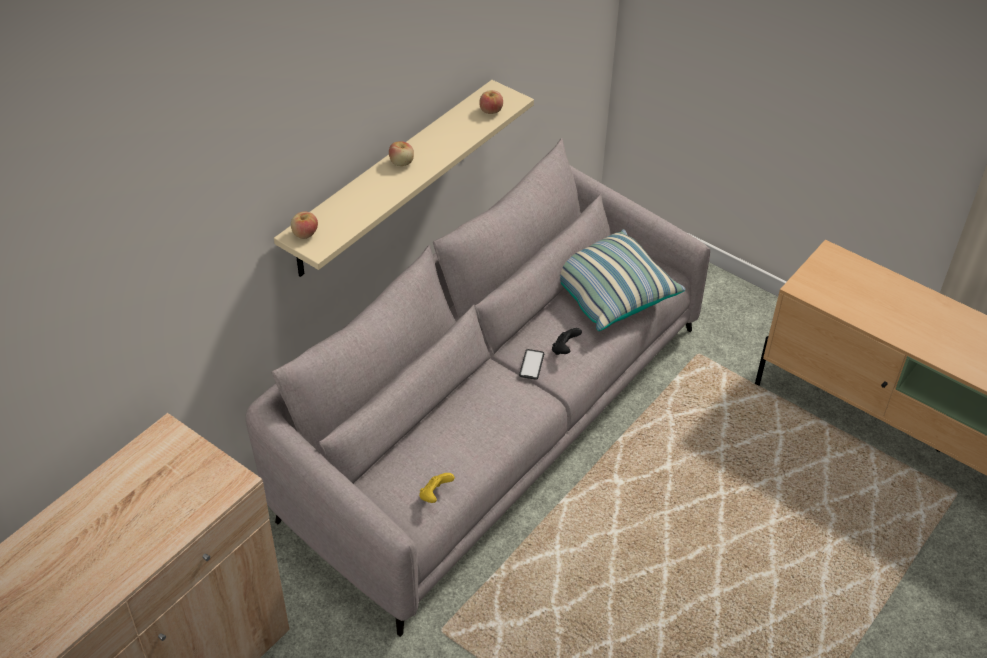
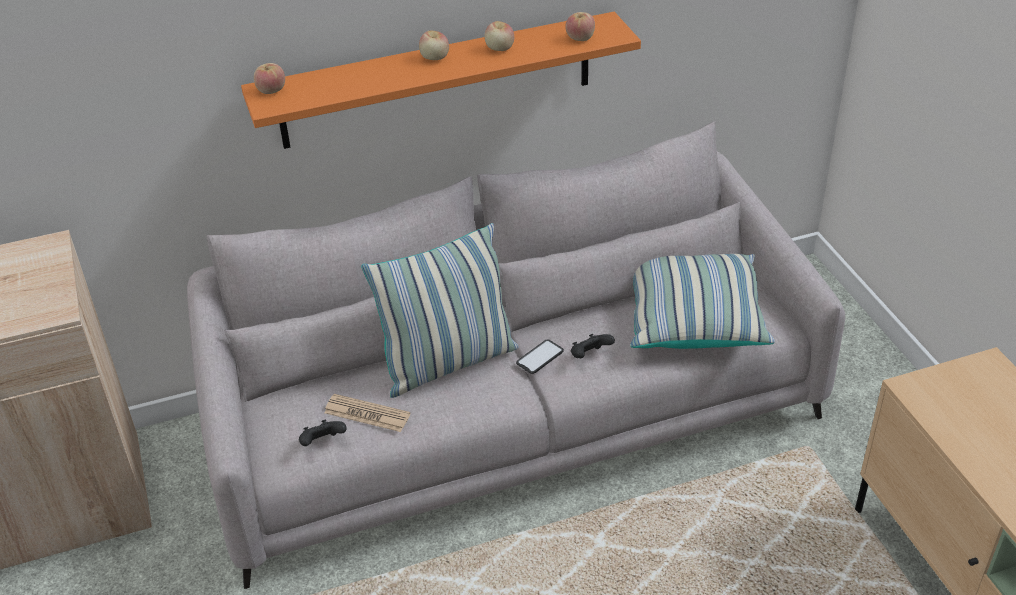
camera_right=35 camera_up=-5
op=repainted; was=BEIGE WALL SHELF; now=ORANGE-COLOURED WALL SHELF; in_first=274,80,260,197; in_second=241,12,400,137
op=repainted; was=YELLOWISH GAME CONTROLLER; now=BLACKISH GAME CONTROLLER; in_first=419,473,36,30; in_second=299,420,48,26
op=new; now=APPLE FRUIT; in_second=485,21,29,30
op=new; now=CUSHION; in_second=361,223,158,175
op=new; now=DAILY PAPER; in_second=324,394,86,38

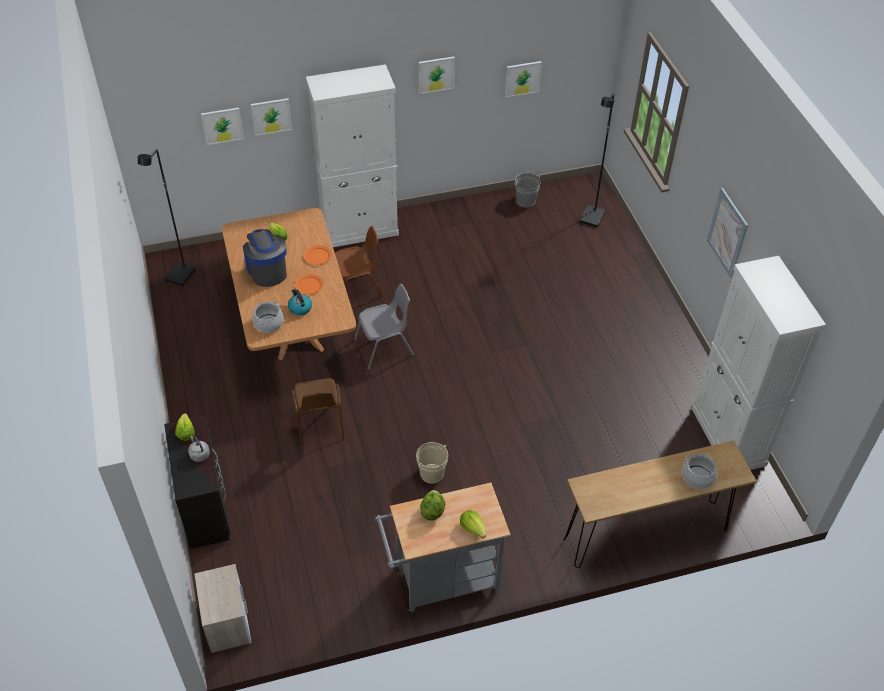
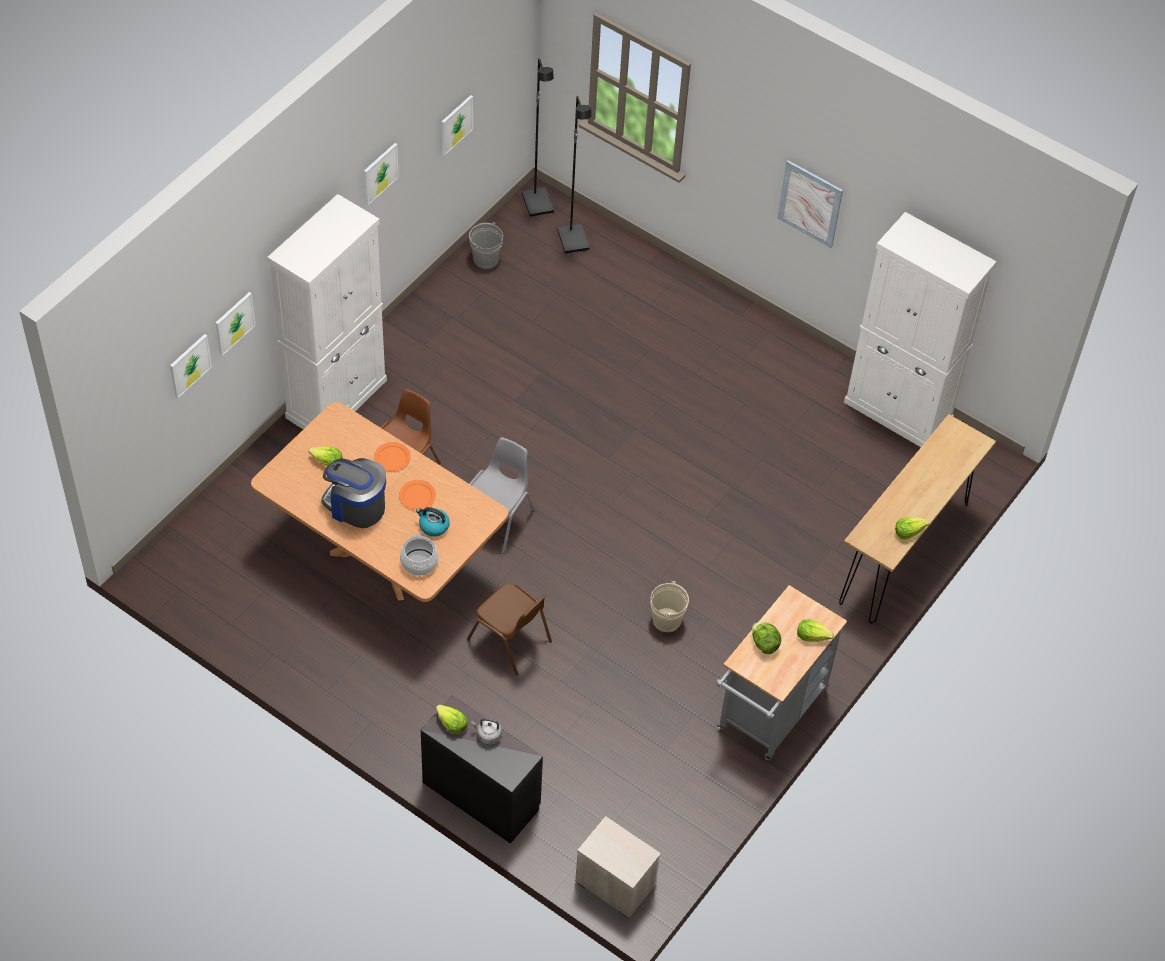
camera_right=-40 camera_up=5
op=shifted; was=BLACKISH FLOOR LAMP; in_first=138,149,58,137; in_second=522,59,32,158
op=gone; was=COOKING POT; in_first=682,453,35,36
op=new; now=LETTUCE; in_second=895,517,34,23

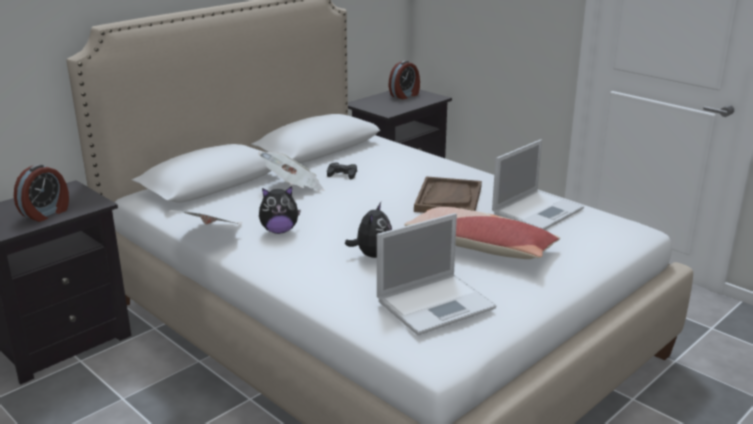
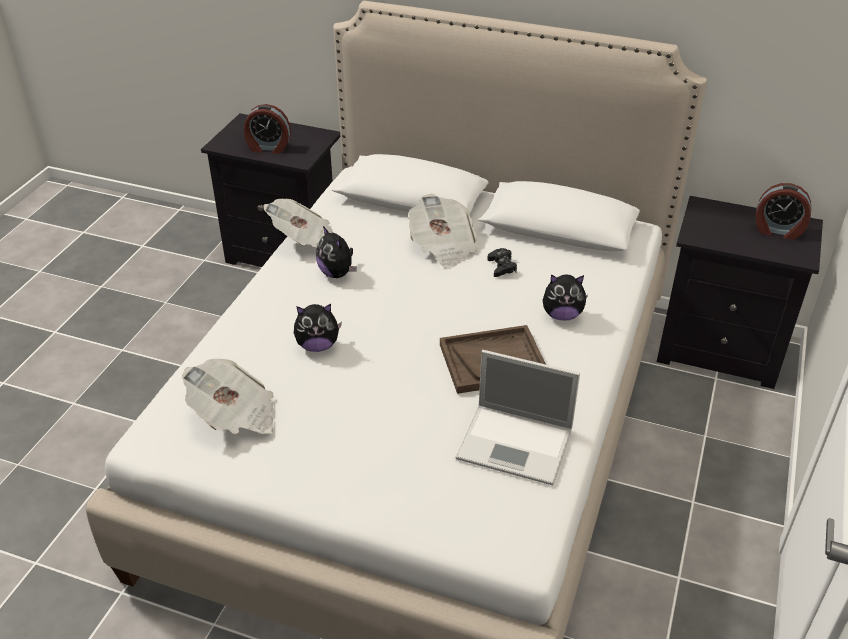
camera_right=65 camera_up=15
op=gone; was=CUSHION; in_first=404,207,156,52
op=swapped; was=PORTABLE COMPUTER; now=DAILY PAPER; in_first=377,213,120,122; in_second=182,359,92,75
op=new; now=PLUSH TOY; in_second=543,274,45,47

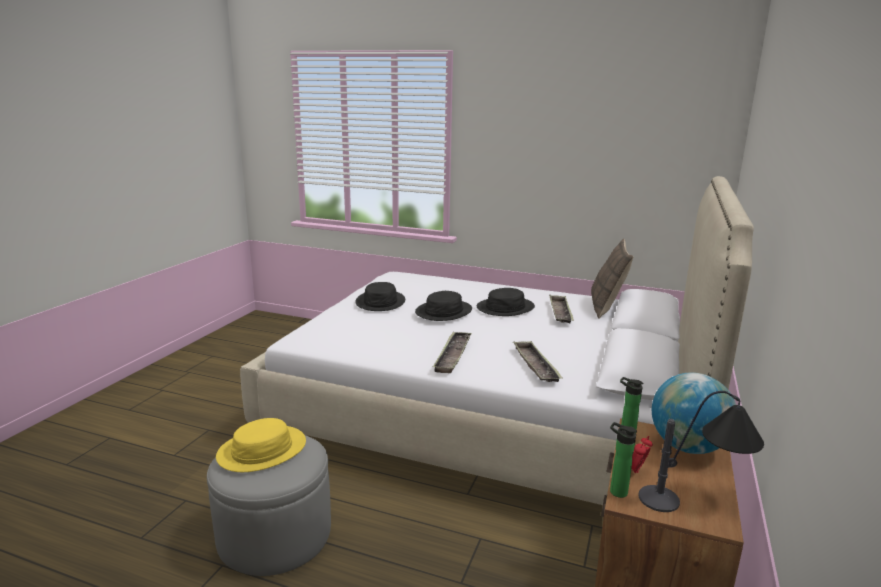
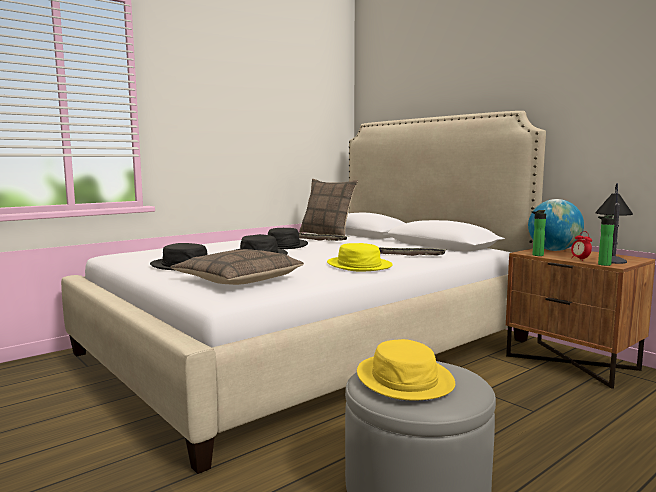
camera_right=-60 camera_up=-10
op=swapped; was=TRAY; now=YELLOWISH WEARABLE HAT; in_first=433,331,39,42; in_second=327,243,66,29
op=new; now=CUSHION; in_second=171,249,133,36

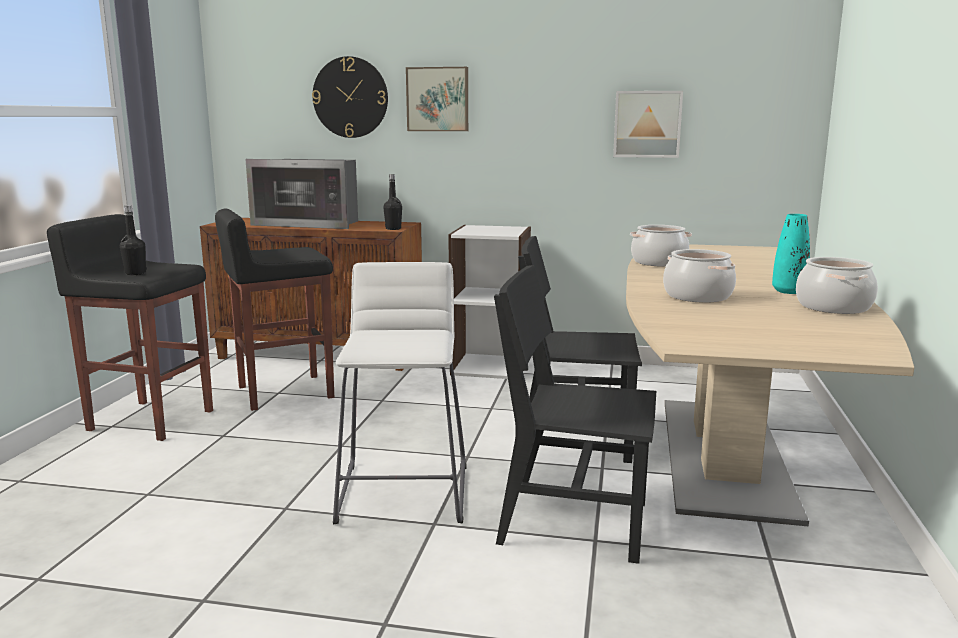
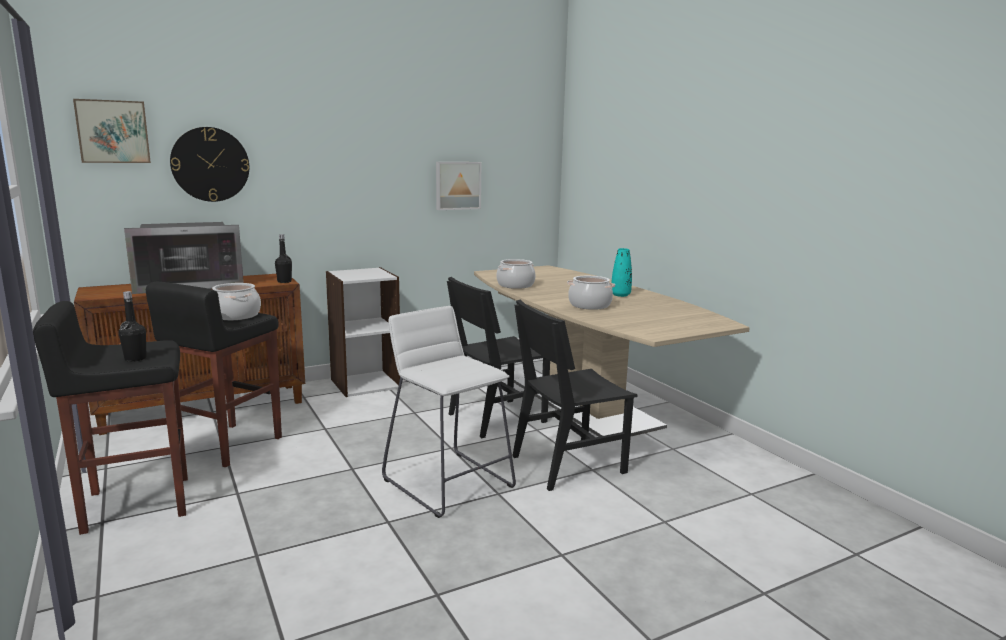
camera_right=-40 camera_up=0
op=shifted; was=PICTURE; in_first=406,67,62,64; in_second=73,99,78,64
op=shifted; was=COOKING POT; in_first=796,257,82,57; in_second=212,283,49,37

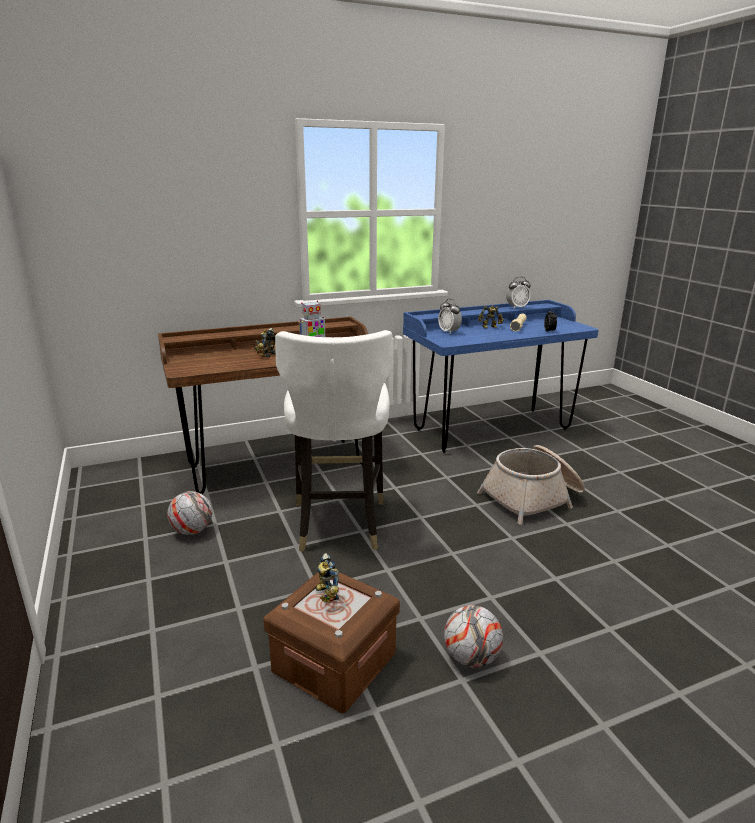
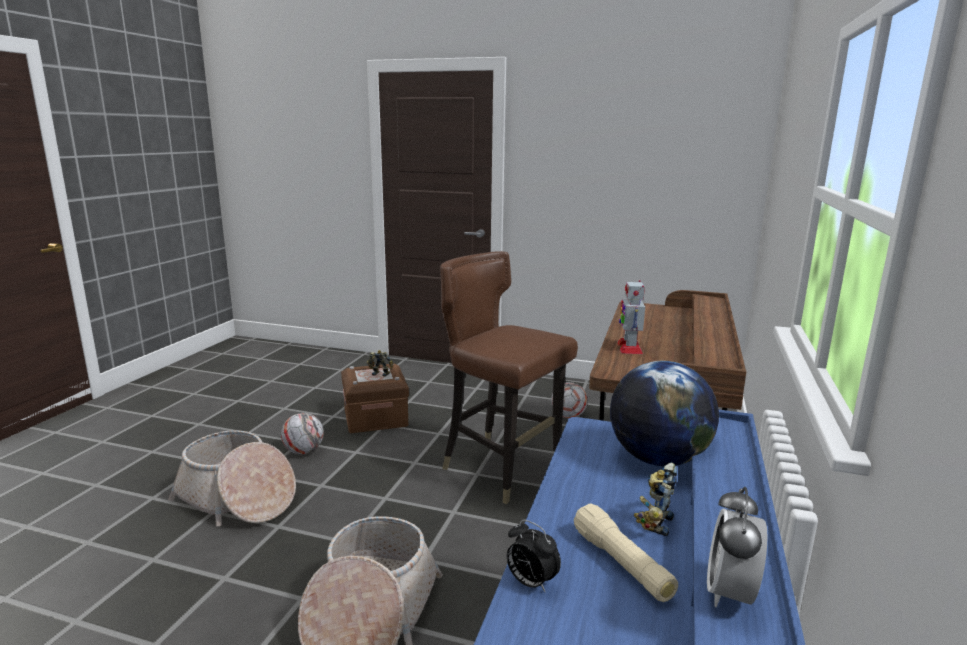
camera_right=130 camera_up=-5
op=swapped; was=ALARM CLOCK; now=DESK GLOBE; in_first=438,299,24,35; in_second=610,361,109,105
op=gone; was=MODEL ROBOT; in_first=254,328,22,29
op=repainted; was=WHITE CHAIR; now=BROWN-COLOURED CHAIR; in_first=275,330,118,222; in_second=440,251,138,253
op=new; now=HOUSEHOLD BASKET; in_second=168,430,128,96

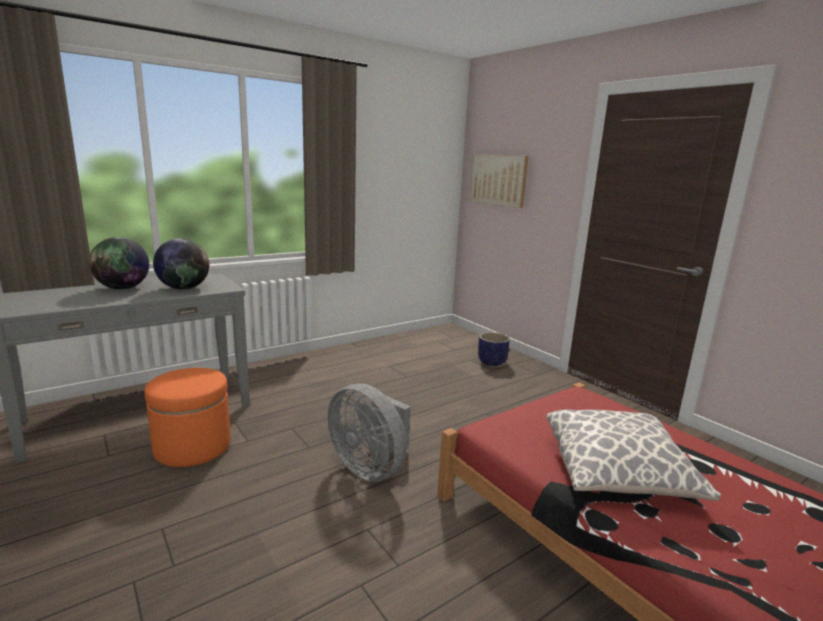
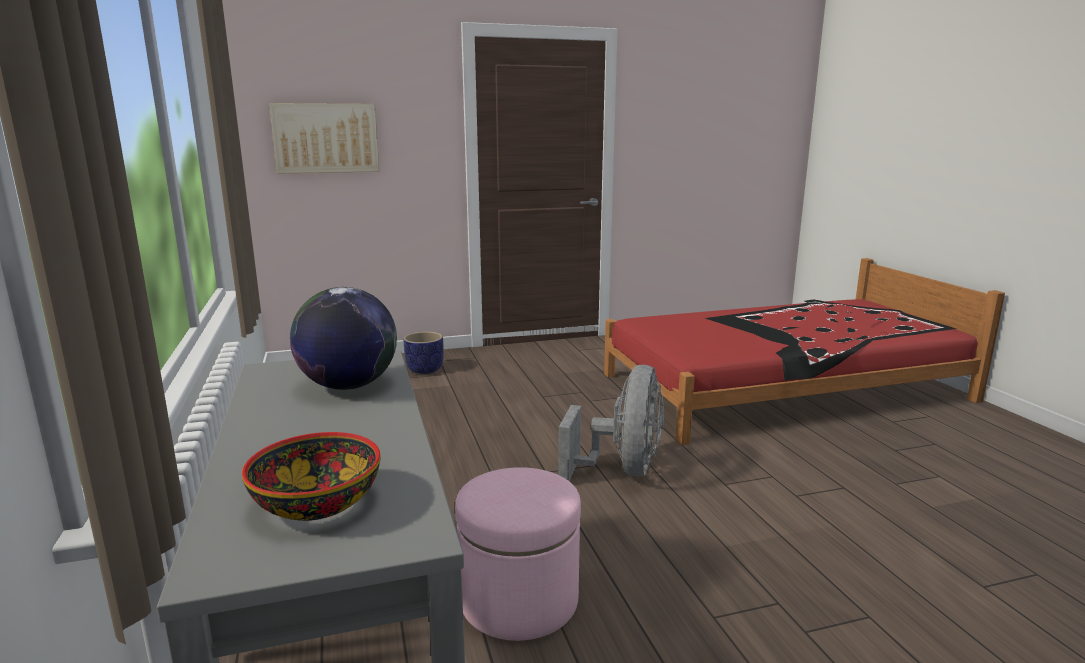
camera_right=-70 camera_up=0
op=gone; was=DESK GLOBE; in_first=89,237,60,52
op=repainted; was=ORANGE-COLOURED POUFFE; now=PINK POUFFE; in_first=145,368,86,99; in_second=455,467,126,174
op=rotated; was=GREY FAN; in_first=327,383,83,99; in_second=558,365,106,116; clockwise=-45
op=gone; was=CUSHION; in_first=546,410,175,91
op=new; now=BOWL; in_second=242,432,139,89

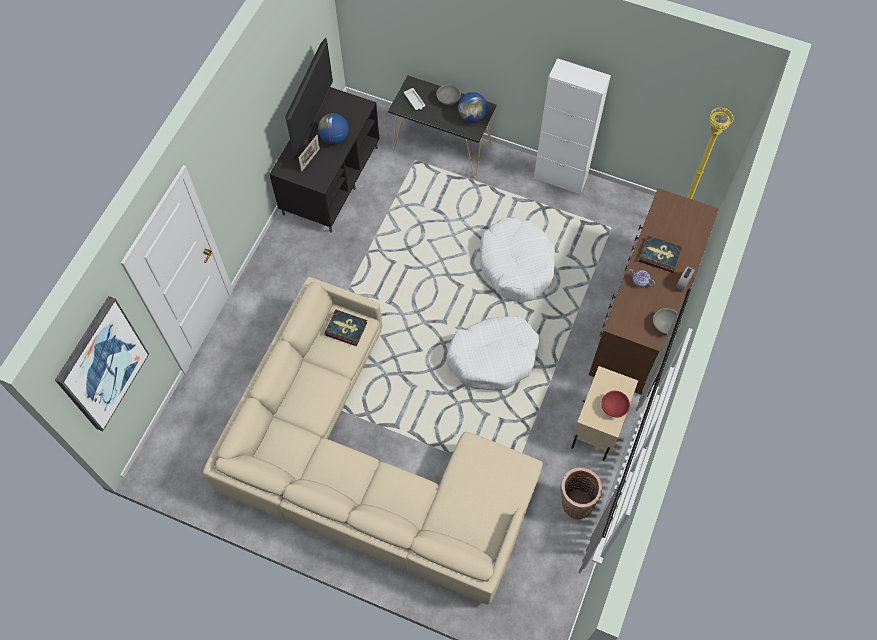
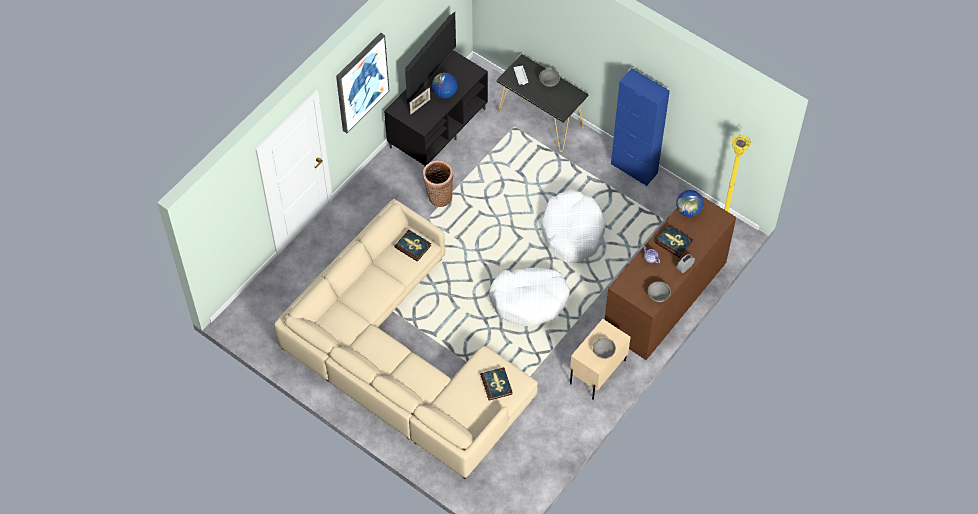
camera_right=15 camera_up=-5
op=repainted; was=WHITE CUPBOARD; now=BLUE CUPBOARD; in_first=534,58,77,136; in_second=611,68,59,118
op=shifted; was=DESK GLOBE; in_first=458,92,30,31; in_second=676,190,28,27
op=shifted; was=PICTURE; in_first=55,296,94,135; in_second=336,33,53,100
op=repainted; was=REDDISH BOWL; now=GREY BOWL; in_first=601,391,29,27; in_second=593,338,23,21
op=shifted; was=HOUSEHOLD BASKET; in_first=560,468,42,52; in_second=423,160,30,47
op=new; now=VOLUME; in_second=480,367,33,34

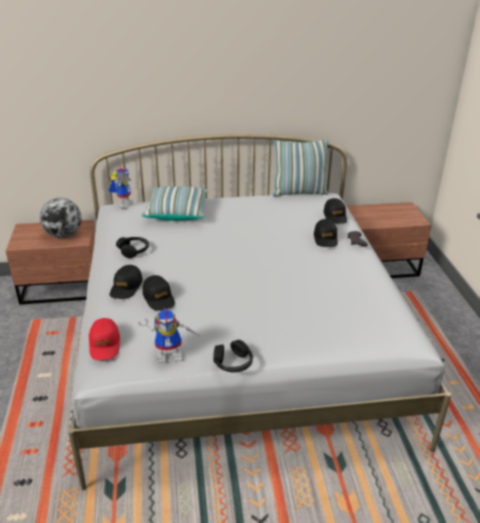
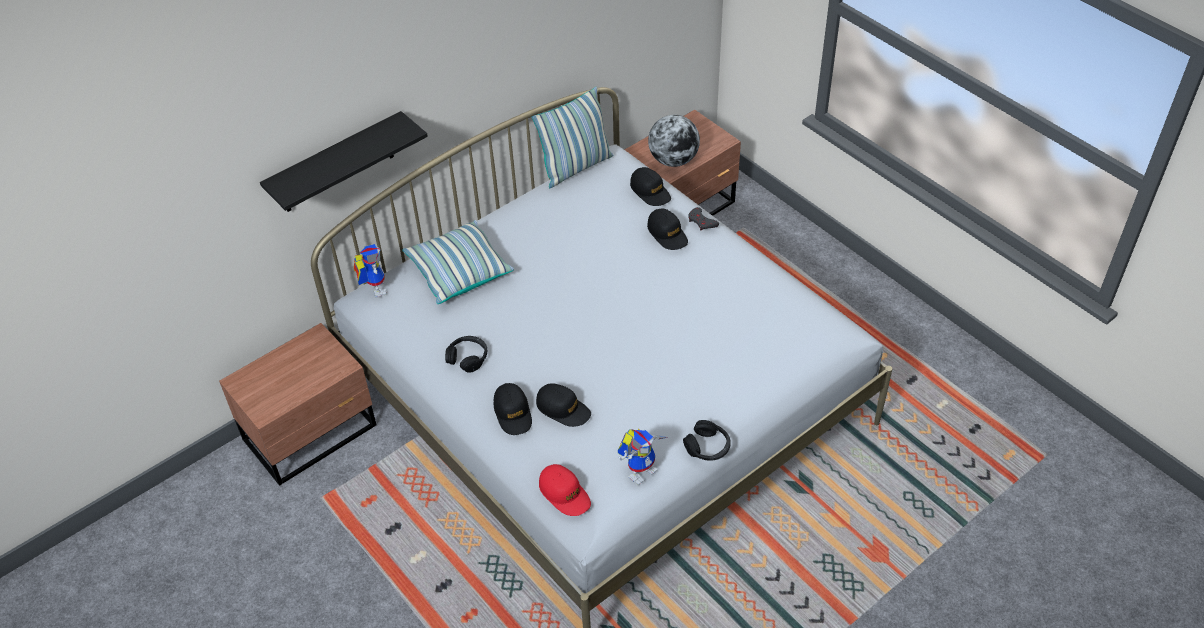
camera_right=-30 camera_up=15
op=shifted; was=DESK GLOBE; in_first=40,198,41,40; in_second=648,115,52,52
op=new; now=BLACKISH WALL SHELF; in_second=260,111,168,101

